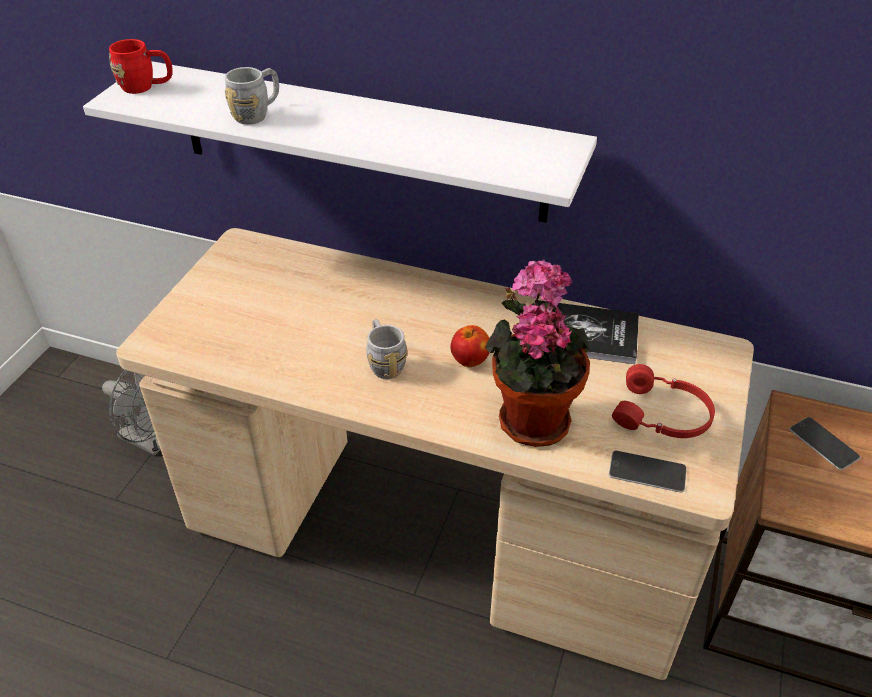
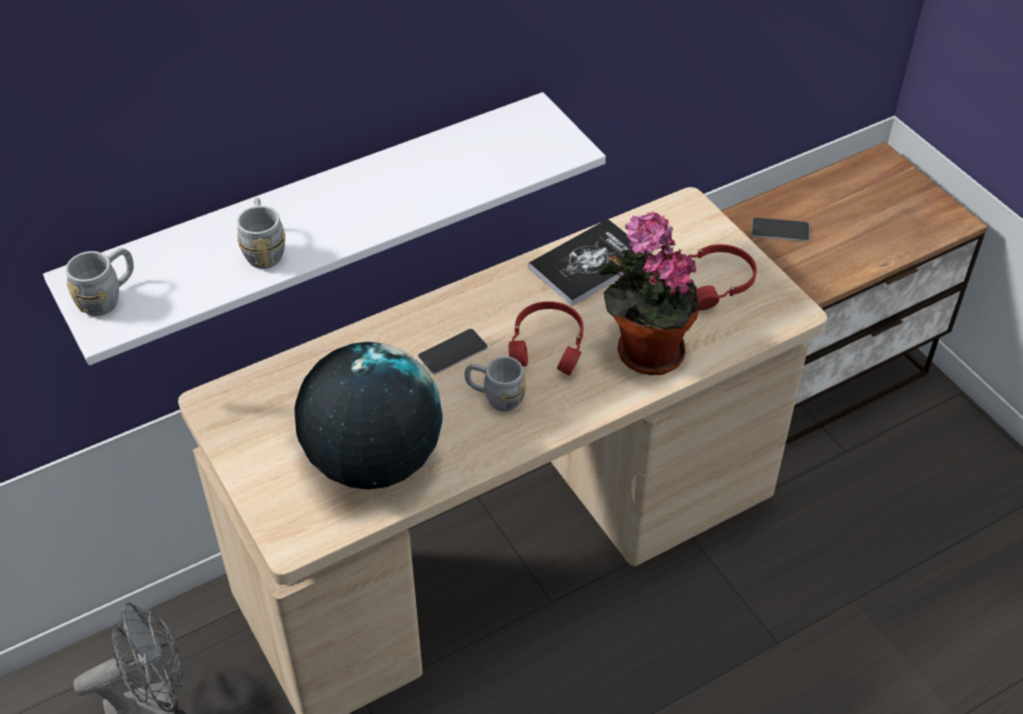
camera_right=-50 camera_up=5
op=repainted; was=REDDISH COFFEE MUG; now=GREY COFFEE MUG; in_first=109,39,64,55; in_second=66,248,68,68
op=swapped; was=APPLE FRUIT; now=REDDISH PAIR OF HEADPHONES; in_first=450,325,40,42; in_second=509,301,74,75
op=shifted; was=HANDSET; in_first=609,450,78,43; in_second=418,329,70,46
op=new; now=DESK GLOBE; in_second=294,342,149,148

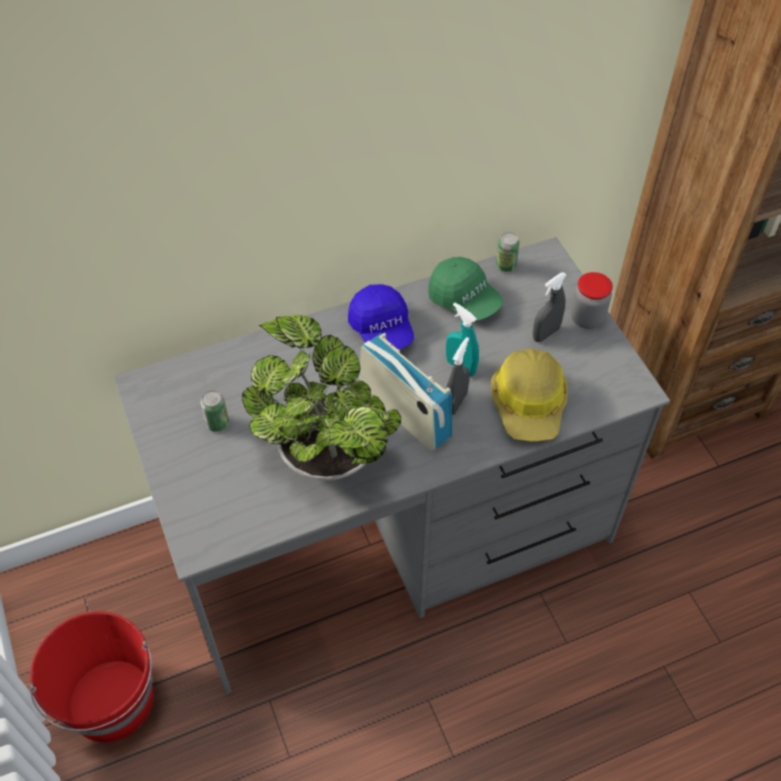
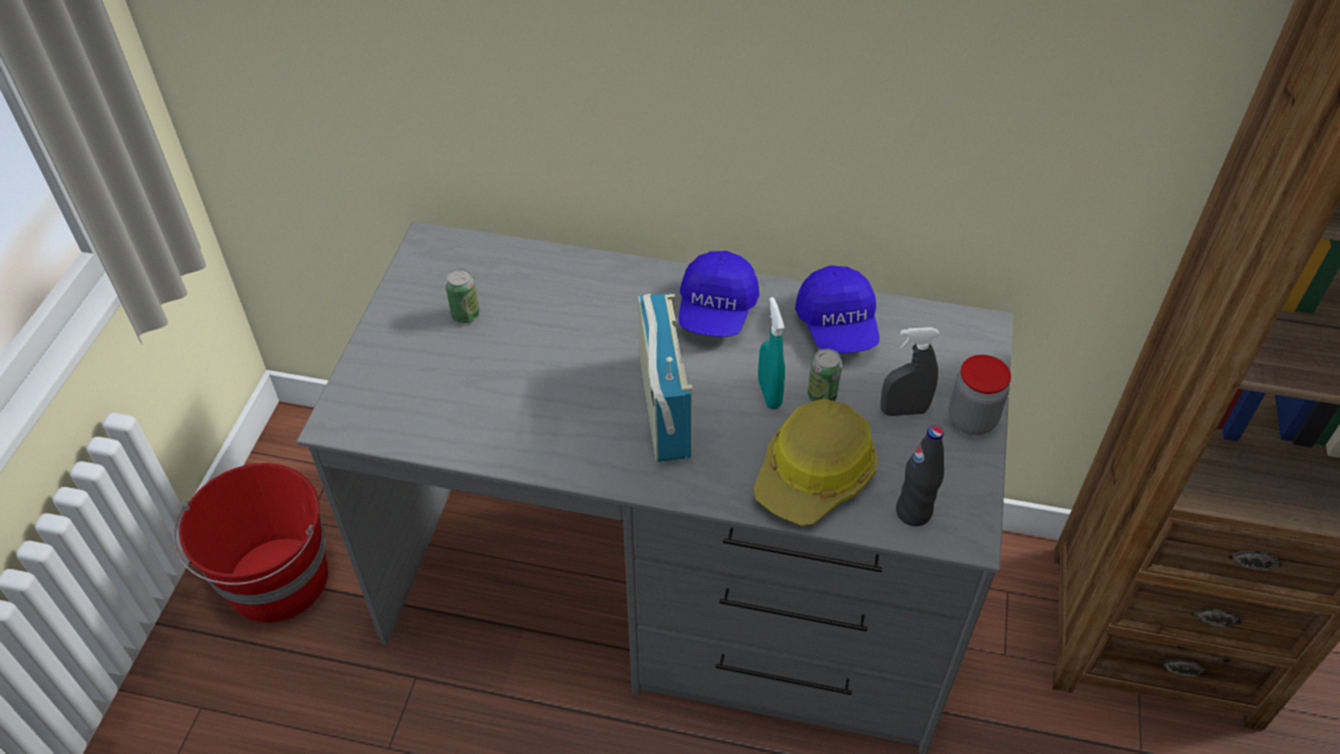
camera_right=35 camera_up=-5
op=shifted; was=CAN; in_first=496,232,24,40; in_second=807,349,36,53
op=repainted; was=GREENISH CAP; now=BLUE CAP; in_first=428,257,75,64; in_second=795,265,84,88
op=gone; was=HOUSEPLANT; in_first=242,315,159,165
op=gone; was=GREY HAND SPRAYER; in_first=446,337,24,78
op=new; now=BLACKISH DRINK BOTTLE; in_second=896,426,48,100

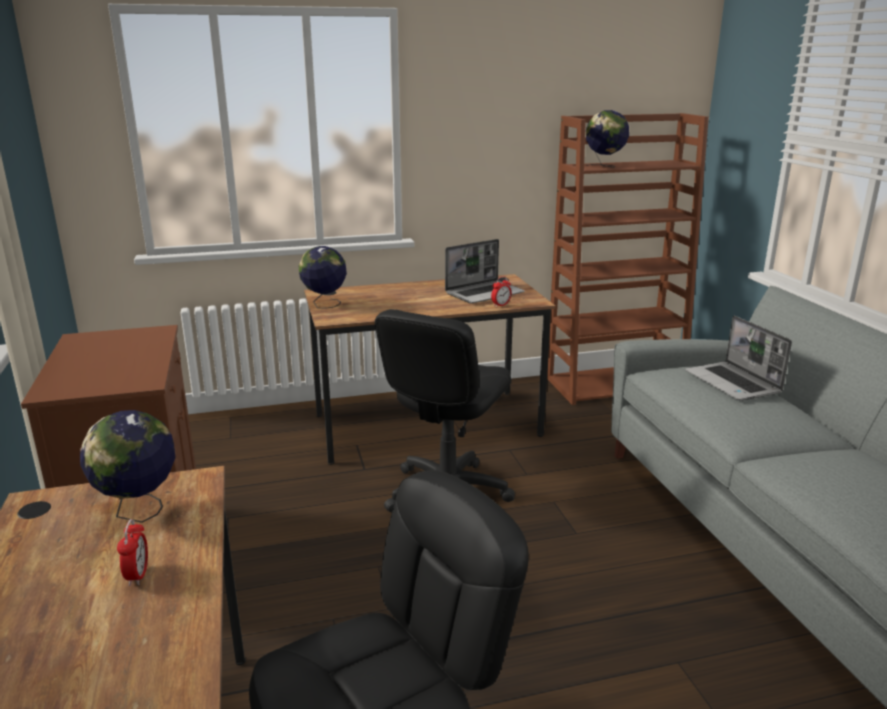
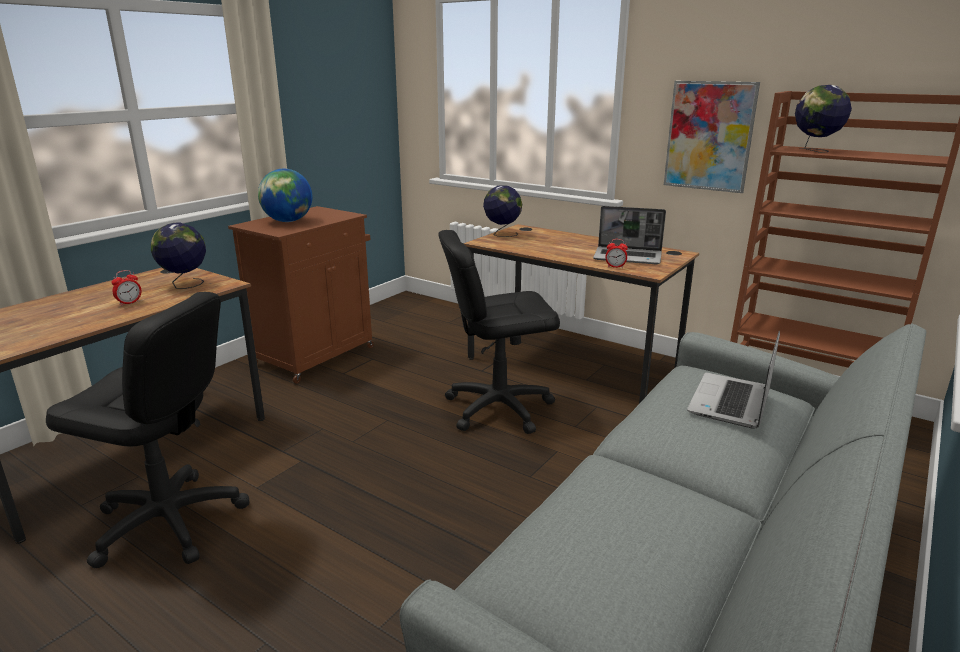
camera_right=50 camera_up=0
op=new; now=PICTURE; in_second=664,81,96,112
op=new; now=DESK GLOBE; in_second=258,169,54,53

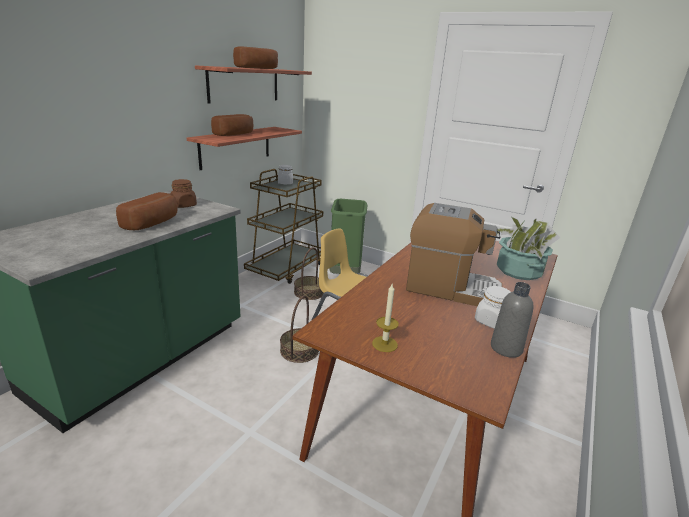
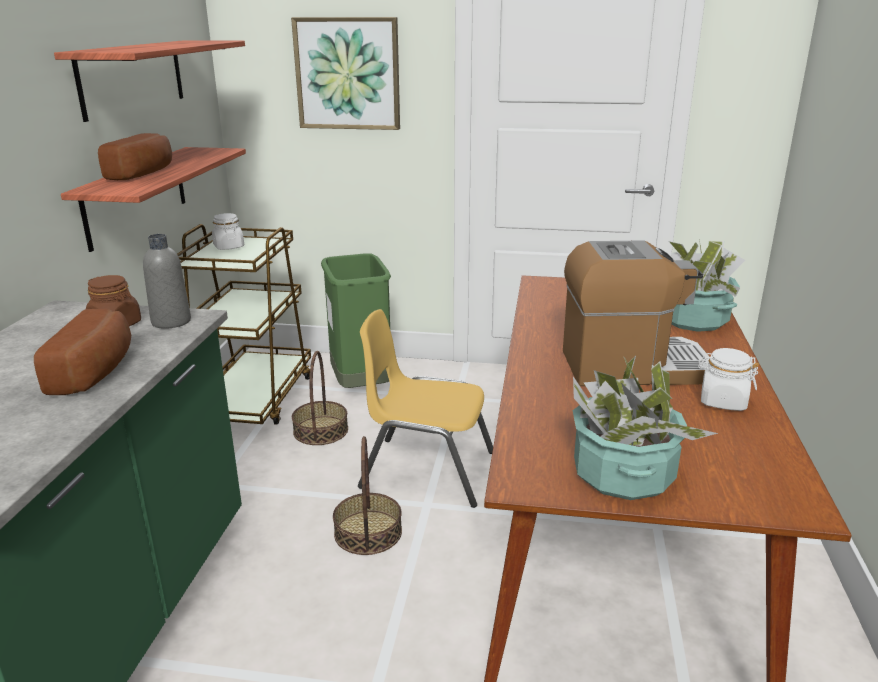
camera_right=-20 camera_up=0
op=gone; was=BAKERY BREAD; in_first=233,47,45,22
op=shifted; was=GREY DRINK BOTTLE; in_first=491,282,43,76; in_second=143,234,48,95
op=swapped; was=CANDLE; now=HOUSEPLANT; in_first=372,284,27,68; in_second=573,356,145,144
op=new; now=PICTURE; in_second=291,17,109,113

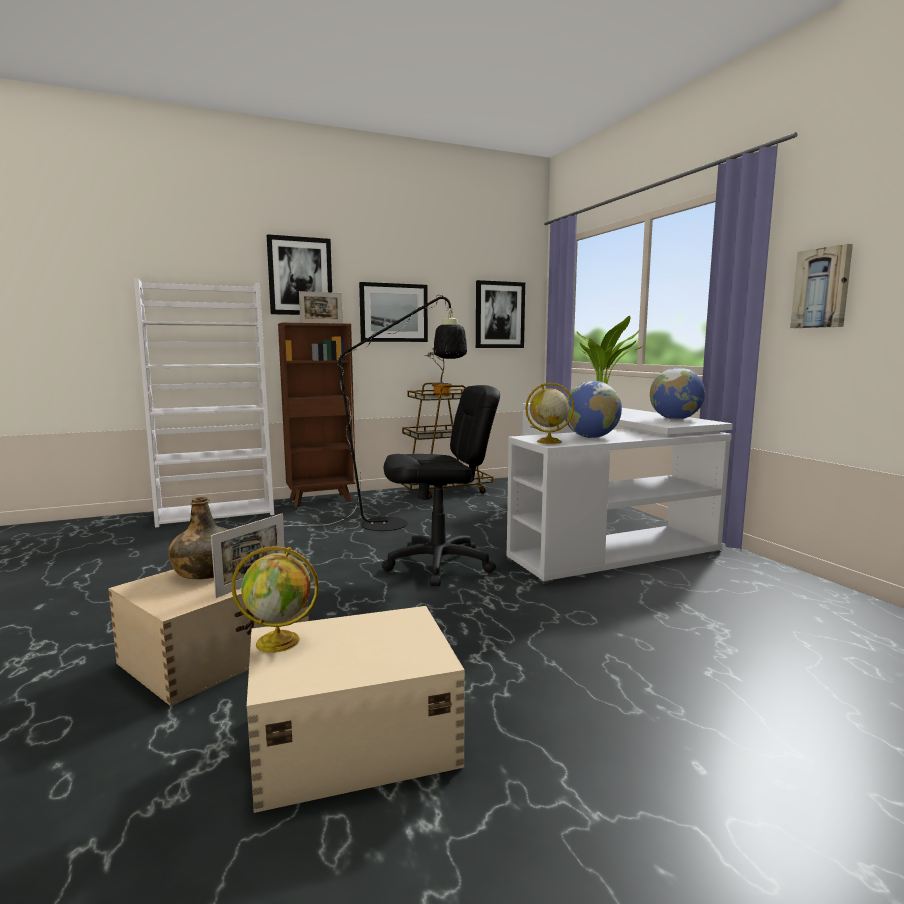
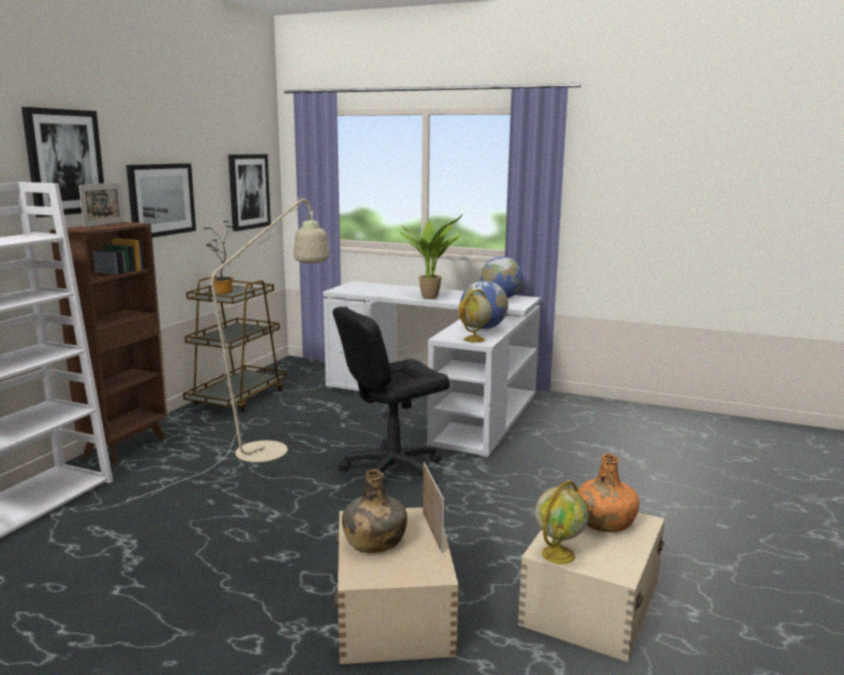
camera_right=-45 camera_up=5
op=gone; was=PICTURE; in_first=790,244,63,84
op=repainted; was=BLACKISH FLOOR LAMP; now=BEIGE FLOOR LAMP; in_first=284,295,183,236; in_second=126,197,203,305
op=rotated; was=BLACKISH DESK CHAIR; in_first=382,385,118,201; in_second=333,307,117,178; clockwise=-150
op=new; now=ORANGE-COLOURED DRINK BOTTLE; in_second=578,454,62,78

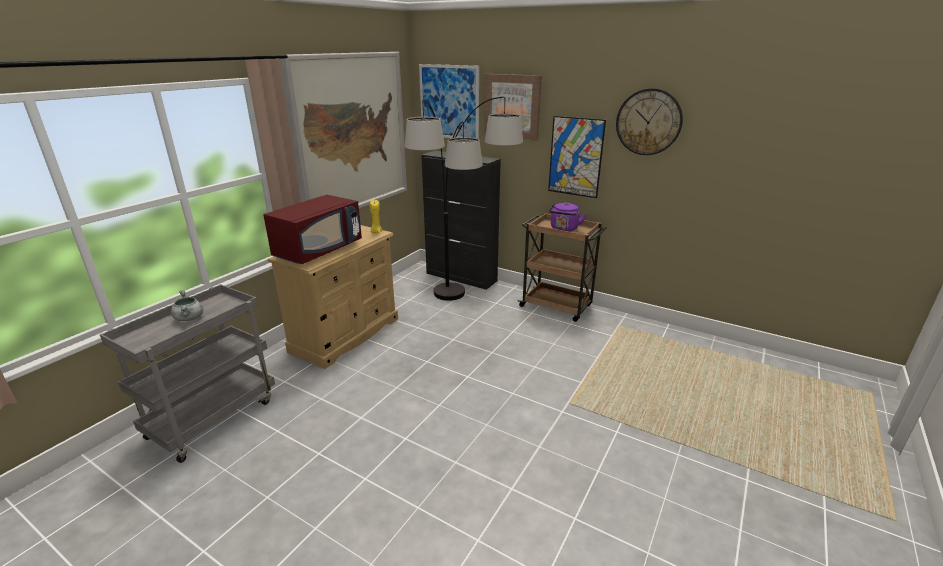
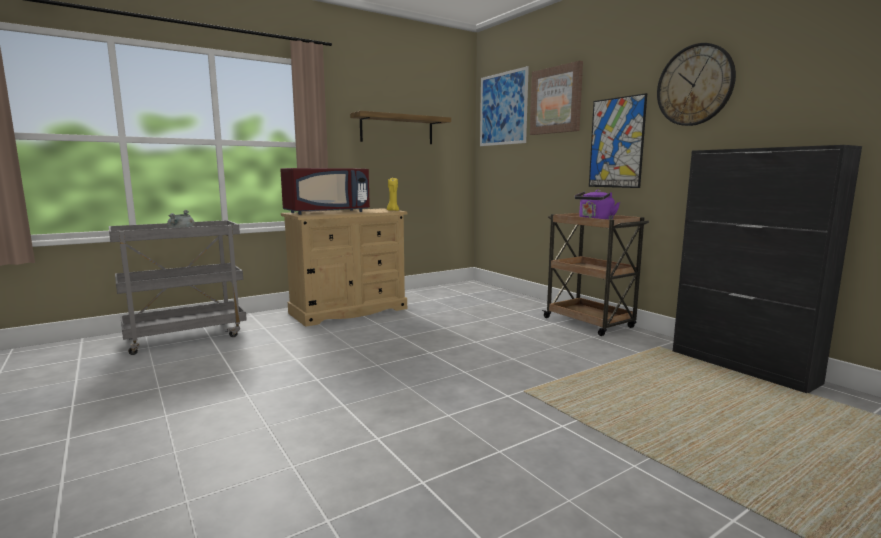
camera_right=25 camera_up=-15
op=swapped; was=PICTURE; now=WALL SHELF; in_first=279,52,128,157; in_second=350,111,101,33
op=gone; was=FLOOR LAMP; in_first=405,97,118,204
op=shifted; was=BLACKISH CUPBOARD; in_first=421,151,80,139; in_second=673,145,189,248

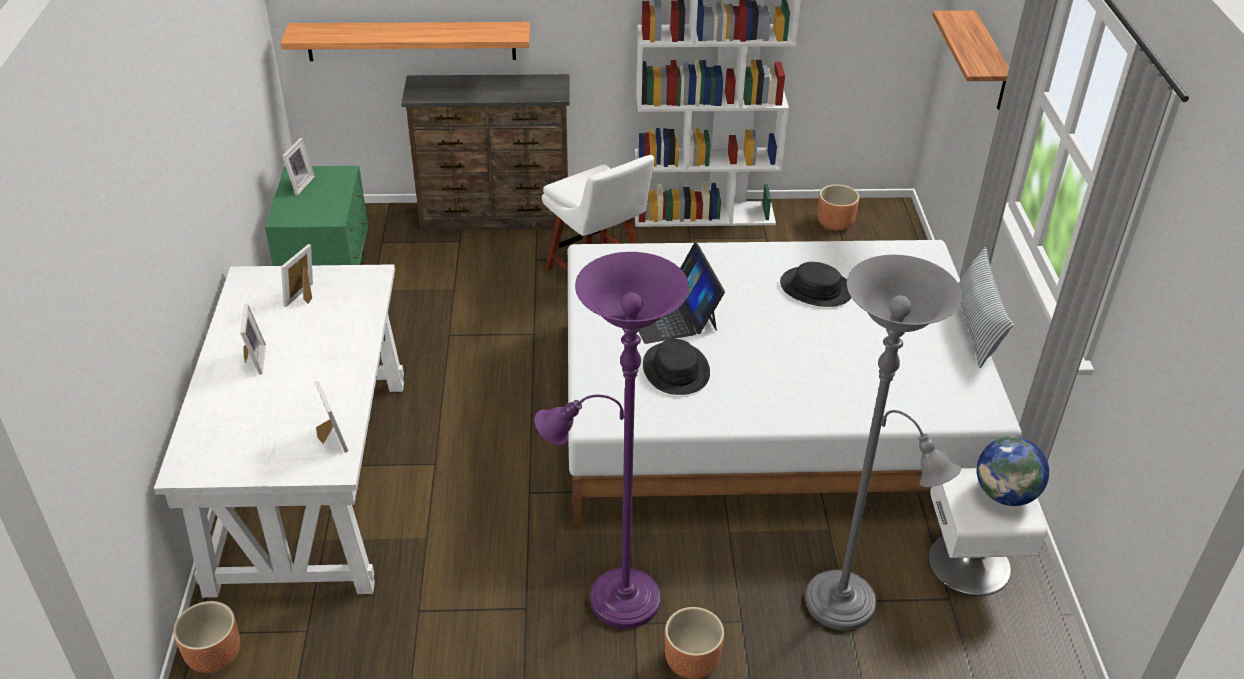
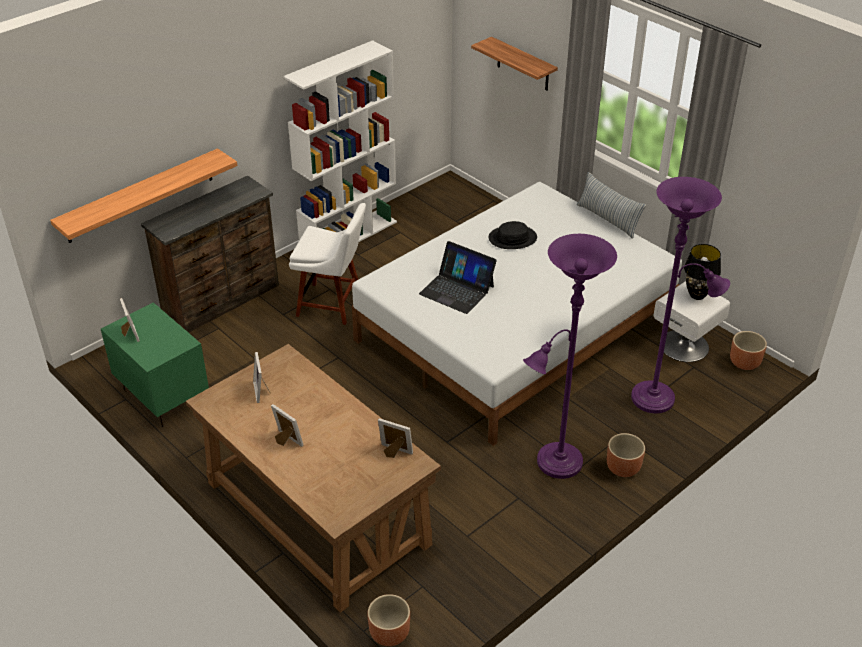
camera_right=-40 camera_up=0
op=shifted; was=BROWN-COLOURED PLANTER; in_first=817,184,42,47; in_second=730,331,37,39
op=repainted; was=GREY FLOOR LAMP; now=PURPLISH FLOOR LAMP; in_first=805,255,157,376; in_second=631,177,99,236
op=repainted; was=WHITE DESK; now=BROWN-COLOURED DESK; in_first=154,264,250,334; in_second=186,344,255,269
op=gone; was=BLACKISH WEARABLE HAT; in_first=643,339,67,56
op=swapped; was=DESK GLOBE; now=BLACKISH TABLE LAMP; in_first=977,436,72,70; in_second=684,244,37,56

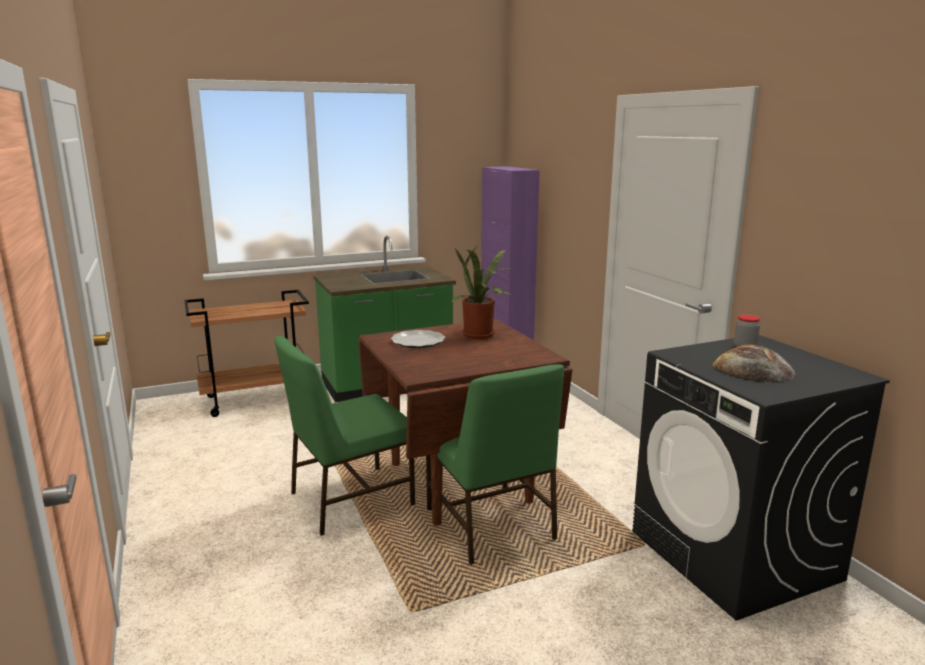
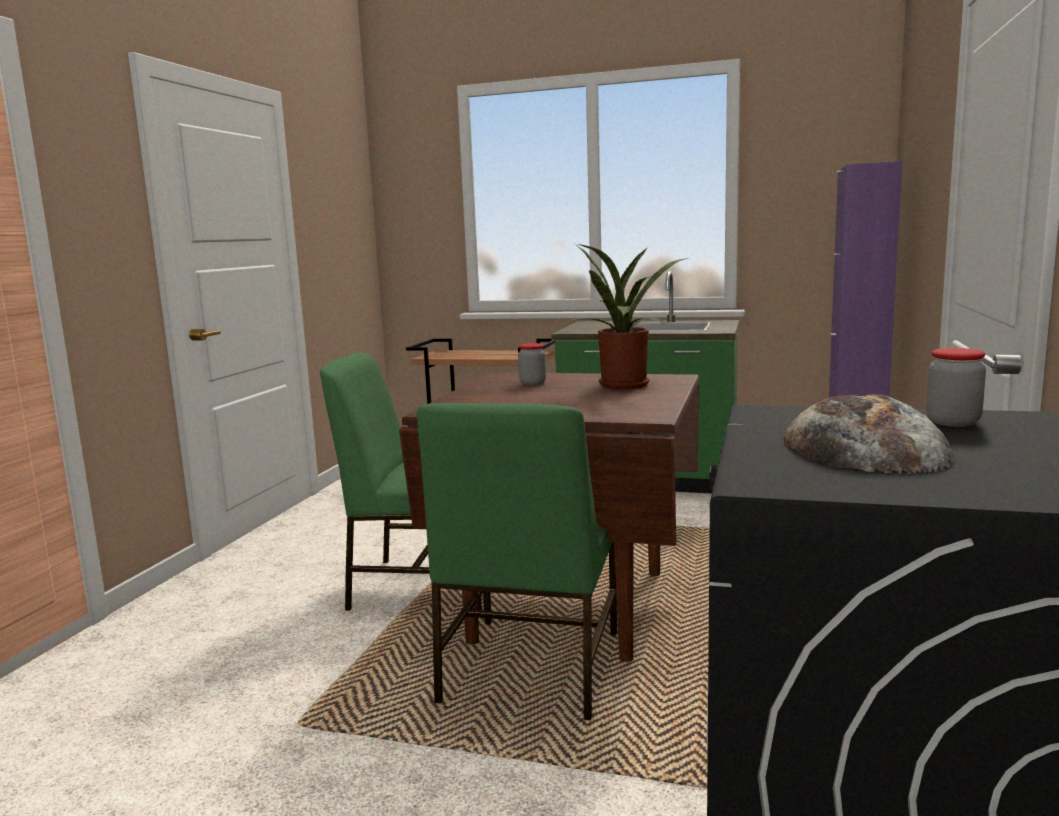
camera_right=40 camera_up=-5
op=swapped; was=FLAT DISH; now=PRESERVE JAR; in_first=391,330,55,18; in_second=518,343,28,42

